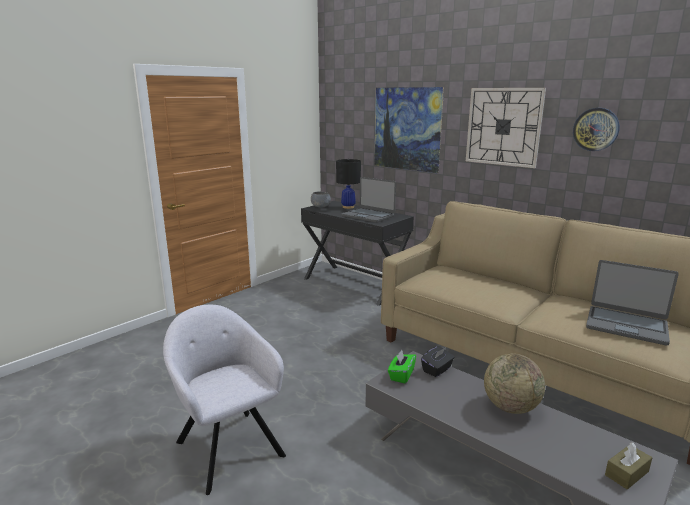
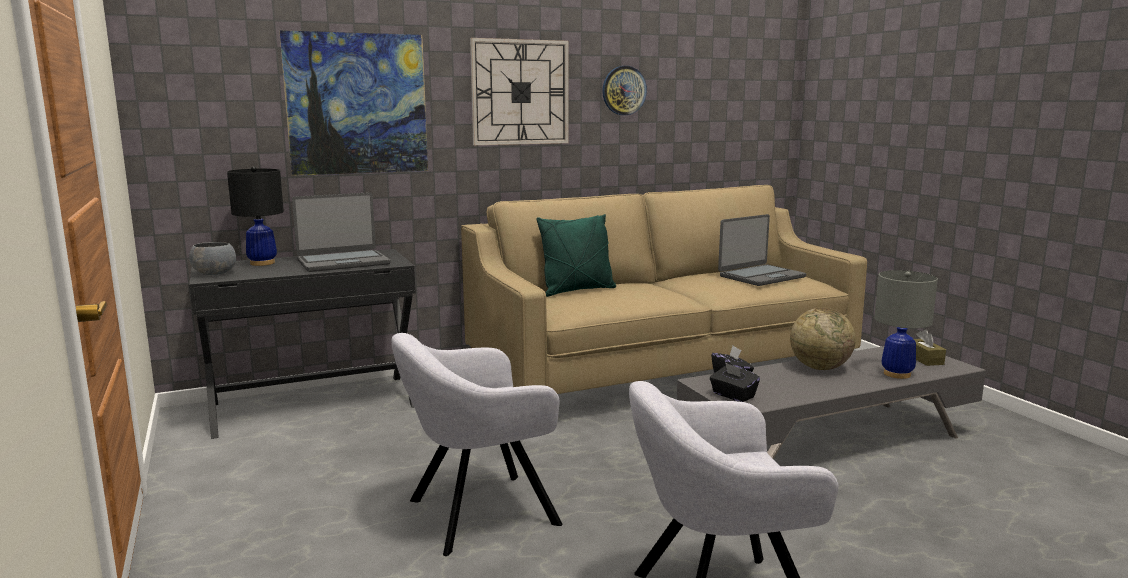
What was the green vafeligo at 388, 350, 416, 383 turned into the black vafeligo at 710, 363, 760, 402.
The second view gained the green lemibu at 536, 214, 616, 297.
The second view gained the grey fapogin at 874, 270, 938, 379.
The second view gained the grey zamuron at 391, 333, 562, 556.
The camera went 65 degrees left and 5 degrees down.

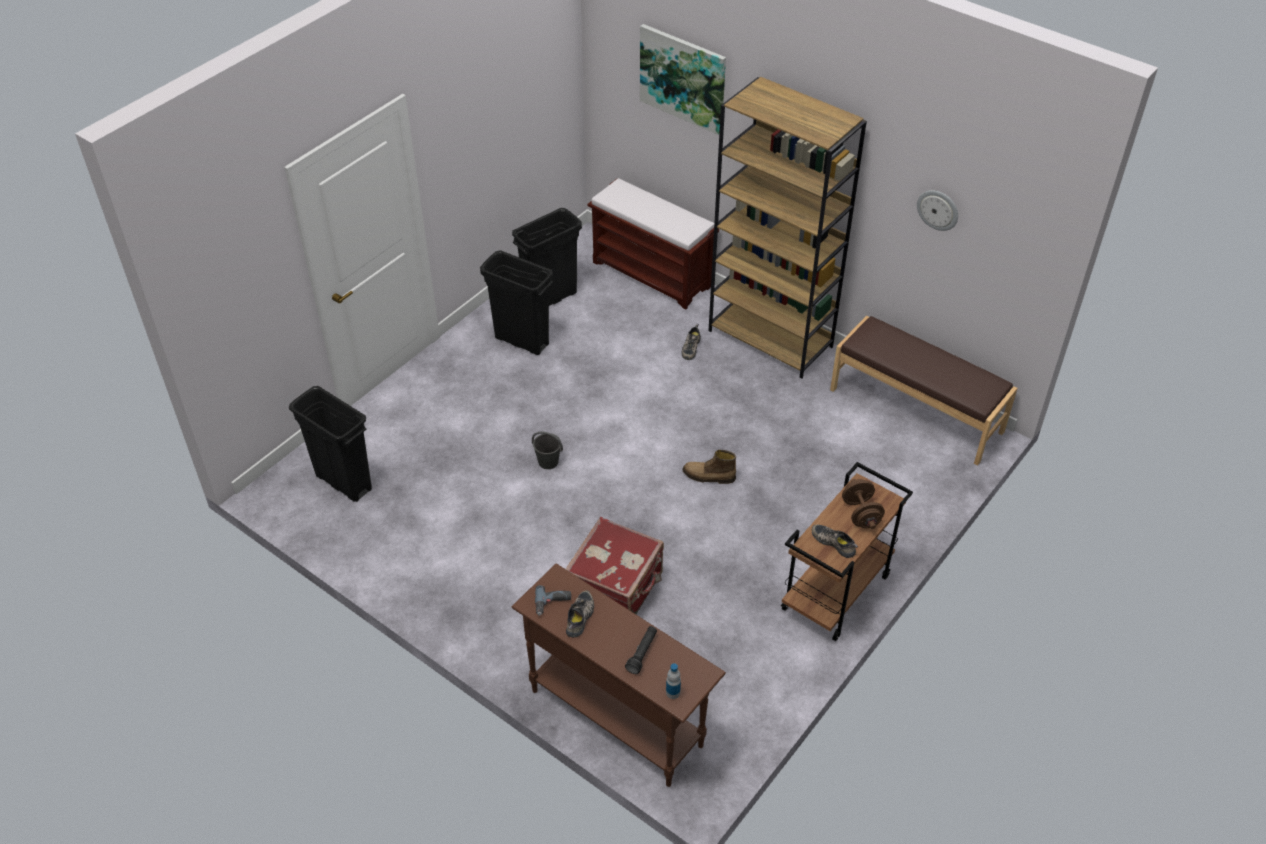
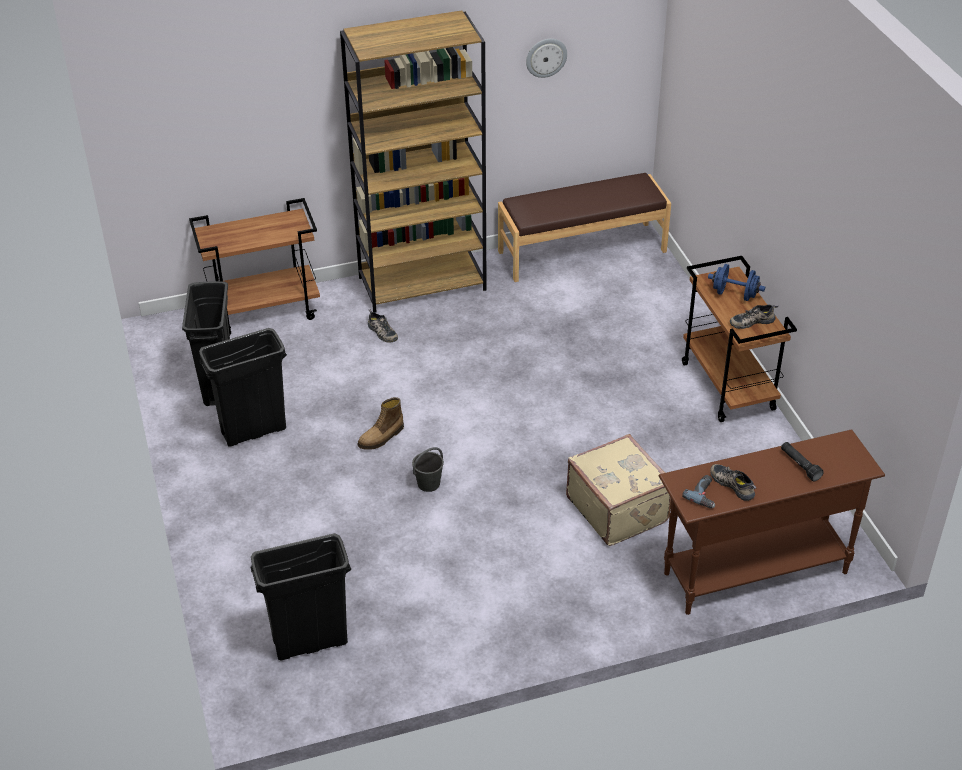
The second view lost the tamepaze at 640, 24, 726, 135.
Where the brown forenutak stood at 587, 178, 719, 310, the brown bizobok came to stand at 189, 198, 320, 335.
The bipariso ended up elsewhere, having gone from 682, 450, 736, 484 to 357, 397, 404, 450.
What was the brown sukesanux at 842, 479, 885, 529 turned into the blue sukesanux at 708, 264, 765, 301.
What was the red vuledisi at 566, 517, 664, 614 turned into the beige vuledisi at 566, 434, 671, 546.
The second view lost the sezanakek at 666, 663, 681, 699.
The camera went 55 degrees left and 5 degrees down.

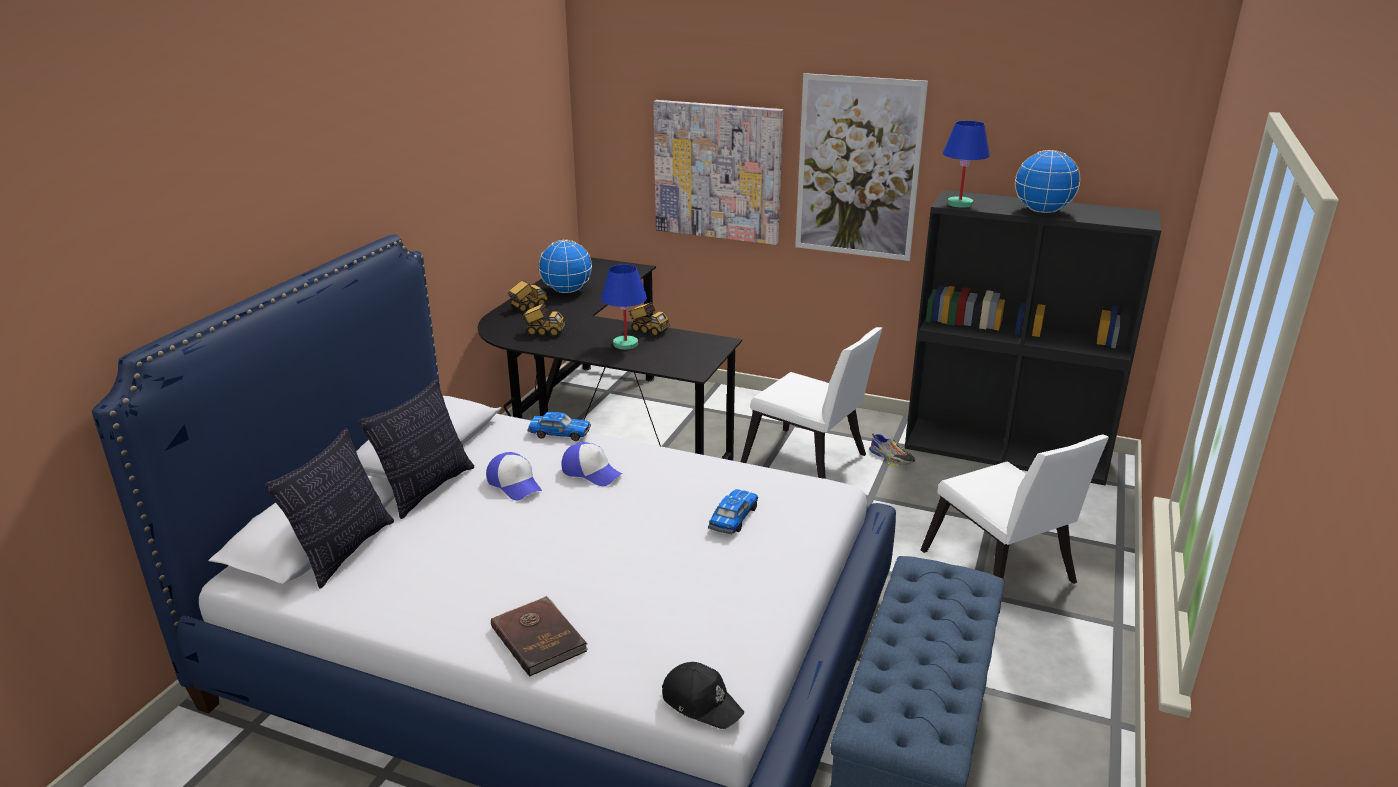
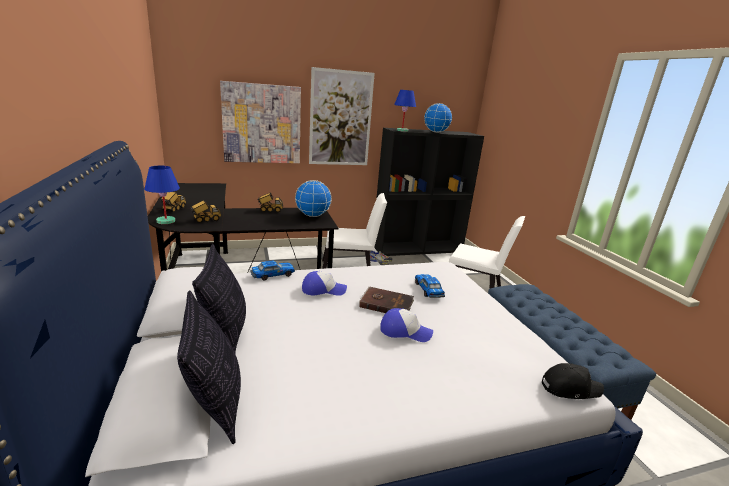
The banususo ended up elsewhere, having gone from 539, 240, 592, 293 to 295, 180, 332, 217.
The blue fapogin ended up elsewhere, having gone from 601, 264, 647, 350 to 144, 166, 180, 224.
The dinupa ended up elsewhere, having gone from 486, 452, 542, 500 to 380, 308, 433, 342.
The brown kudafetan ended up elsewhere, having gone from 491, 596, 588, 677 to 359, 287, 414, 313.
The camera went 40 degrees left and 5 degrees down.

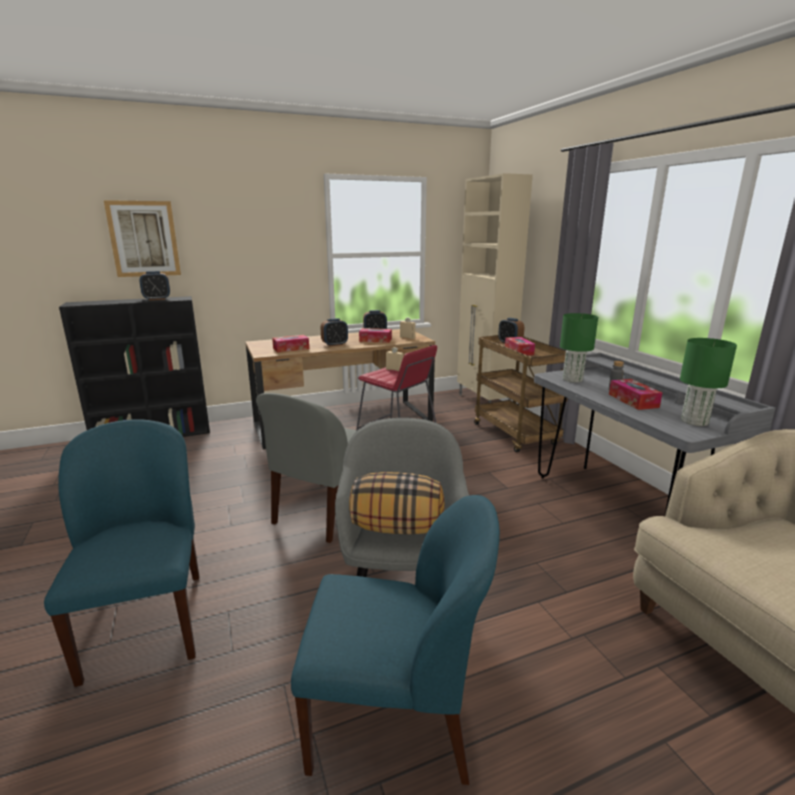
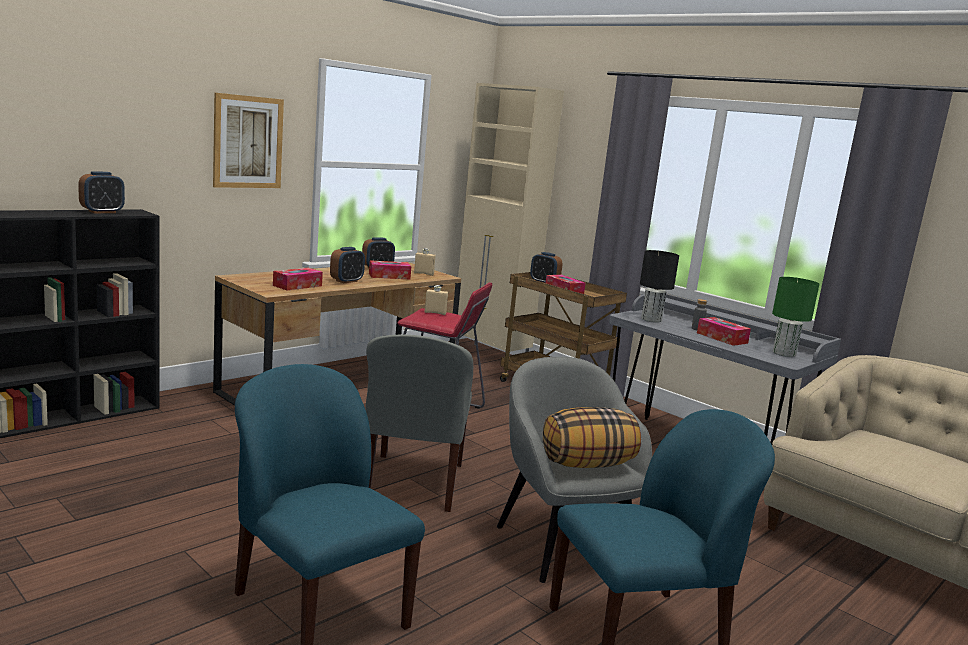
The tamepaze ended up elsewhere, having gone from 104, 200, 181, 277 to 213, 93, 284, 188.
What was the green fapogin at 560, 313, 598, 383 turned into the black fapogin at 640, 250, 679, 323.
The camera went 25 degrees left and 5 degrees down.

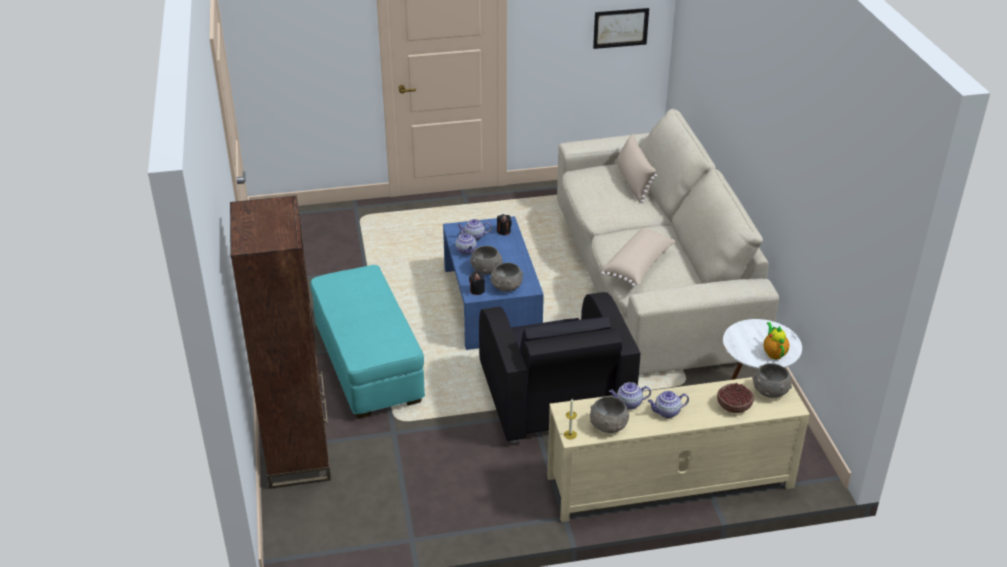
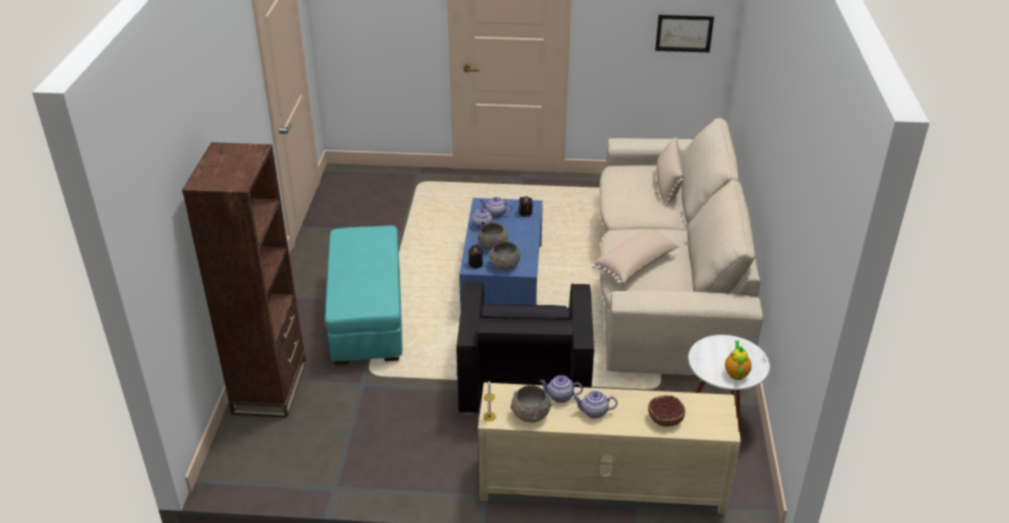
The second view lost the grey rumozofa at 752, 363, 792, 398.
The camera went 15 degrees right and 0 degrees up.

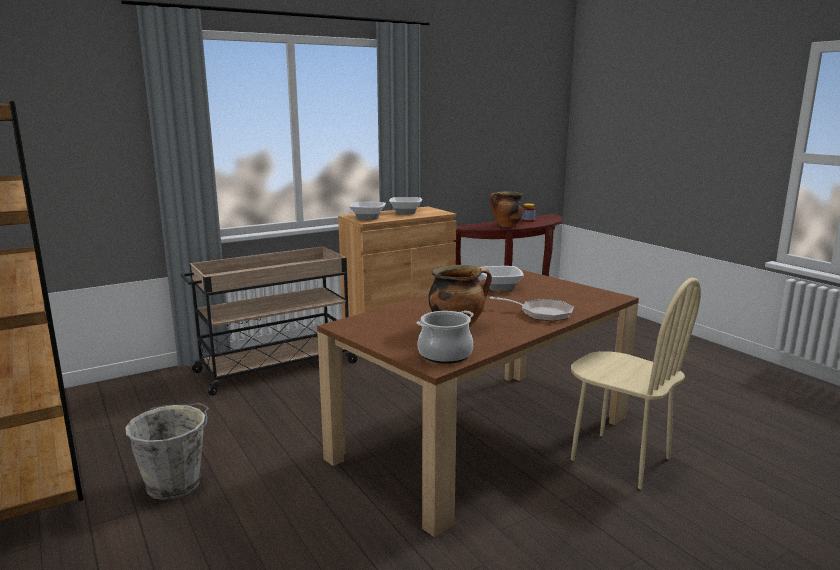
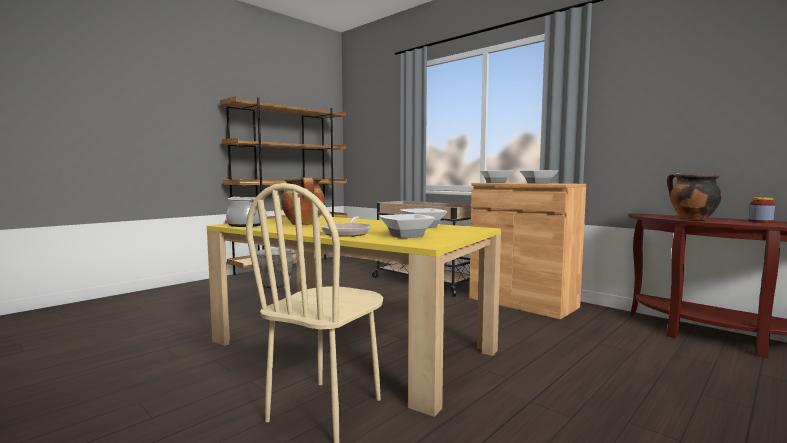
What was the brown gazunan at 317, 270, 639, 537 turned into the yellow gazunan at 207, 216, 501, 417.
The second view gained the rumozofa at 379, 214, 435, 238.
The camera went 75 degrees right and 10 degrees down.

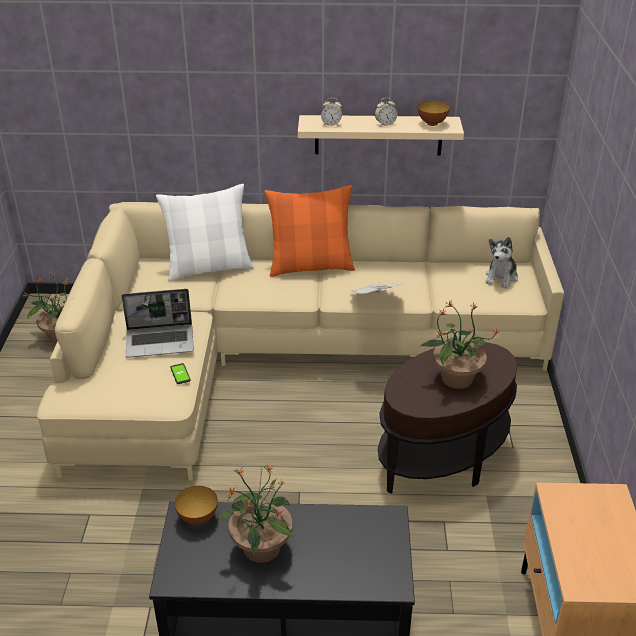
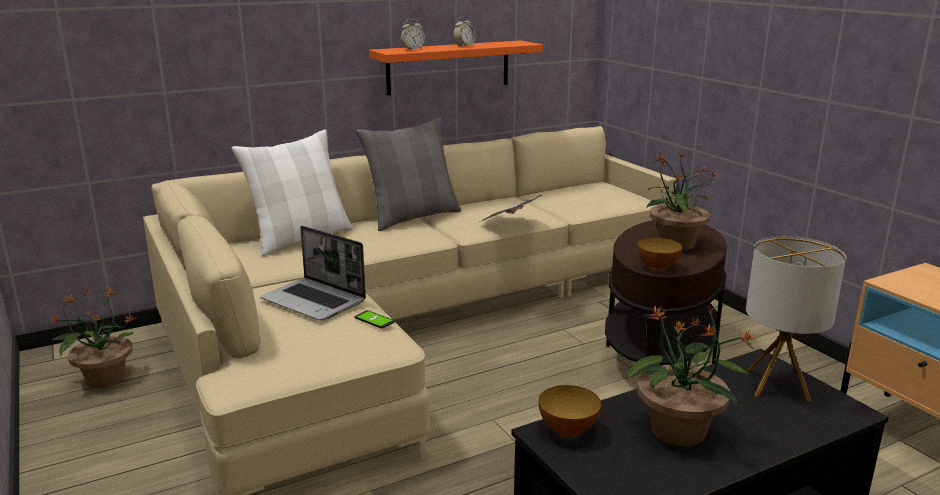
The rumozofa ended up elsewhere, having gone from 418, 101, 450, 126 to 637, 237, 682, 271.
What was the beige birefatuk at 298, 115, 464, 156 turned into the orange birefatuk at 369, 40, 543, 95.
What was the orange lemibu at 264, 185, 355, 277 turned into the grey lemibu at 356, 117, 461, 231.
The second view lost the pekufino at 485, 237, 518, 289.
The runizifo at 121, 289, 194, 358 ended up facing another way, 75 degrees clockwise from before.
The second view gained the fapogin at 746, 236, 846, 402.
The camera went 30 degrees left and 15 degrees down.

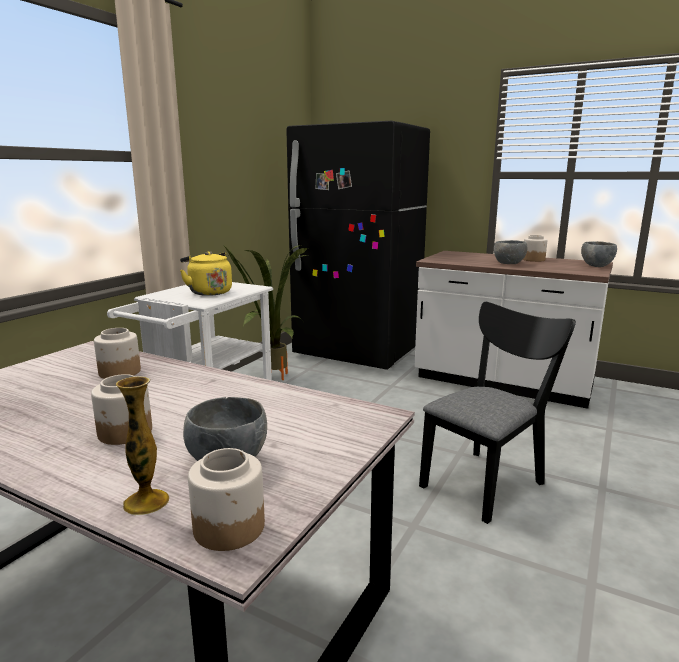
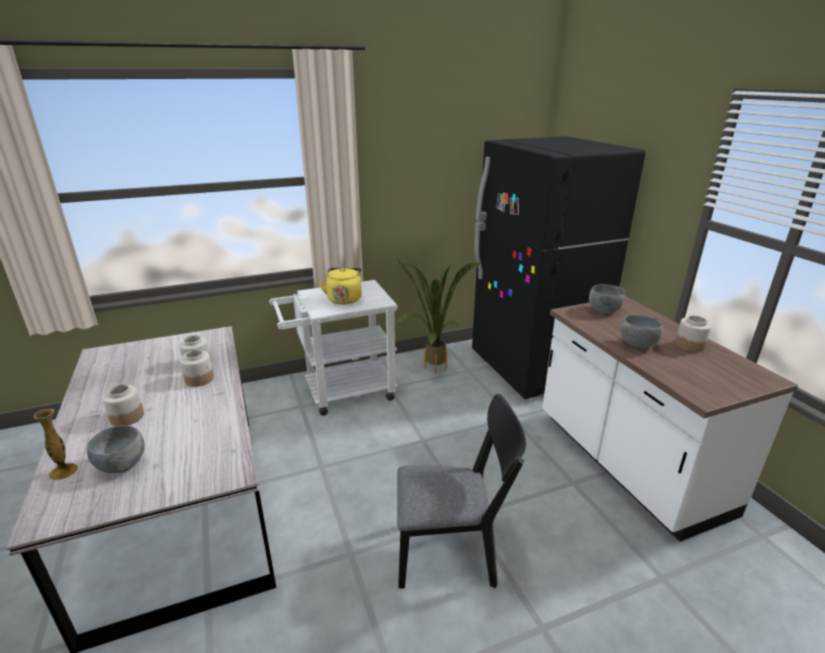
The grey rumozofa ended up elsewhere, having gone from 581, 241, 617, 267 to 589, 284, 625, 314.
The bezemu ended up elsewhere, having gone from 188, 448, 265, 551 to 180, 349, 214, 387.
The camera went 40 degrees right and 10 degrees up.

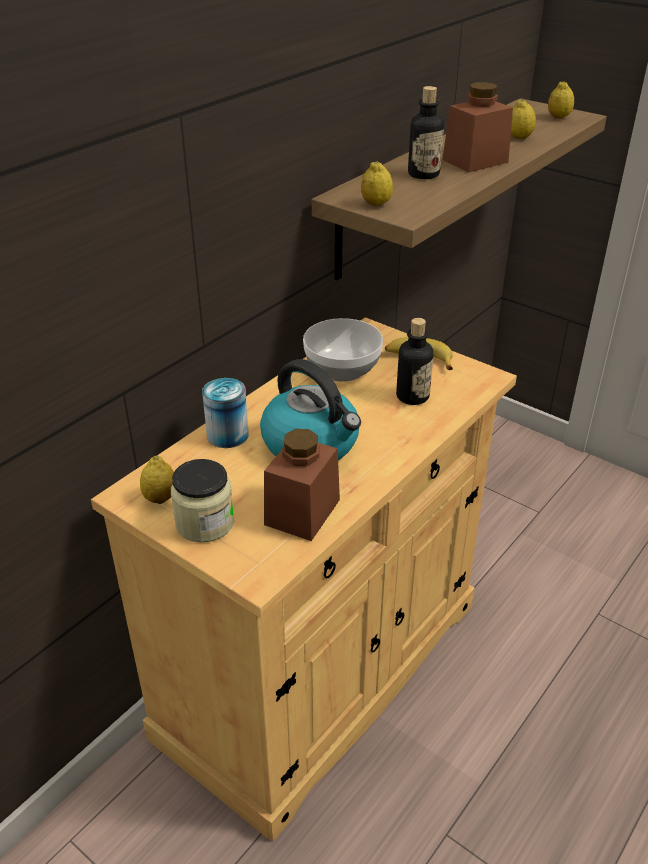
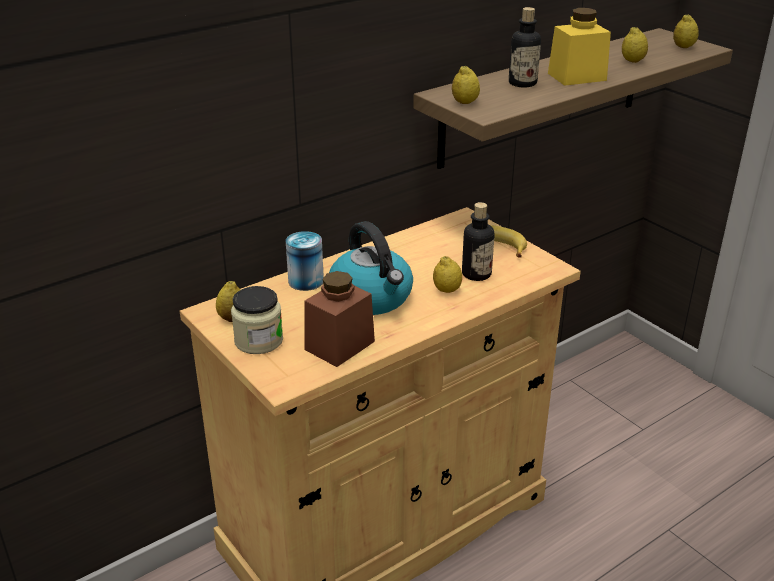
What was the brown bezemu at 442, 82, 513, 172 turned into the yellow bezemu at 548, 8, 611, 86.
The second view lost the rumozofa at 303, 318, 383, 382.
The second view gained the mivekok at 433, 256, 462, 293.
The camera went 15 degrees right and 5 degrees down.

